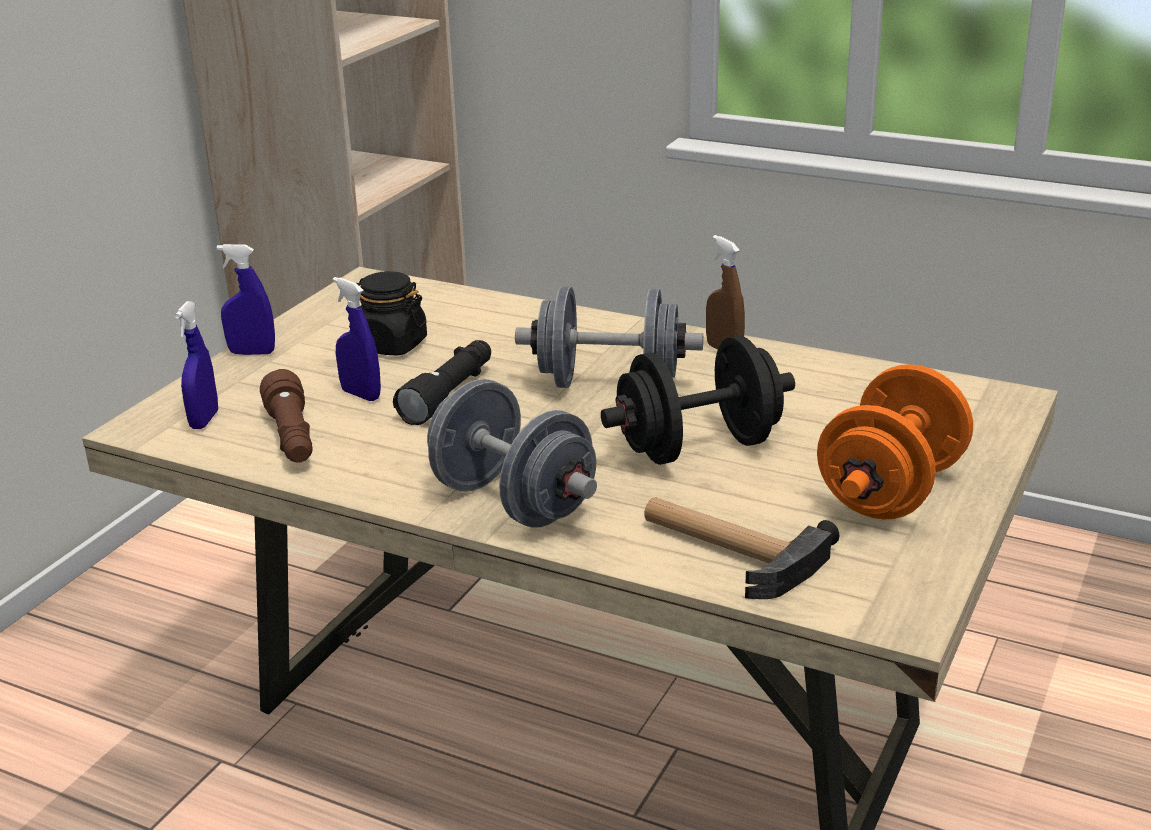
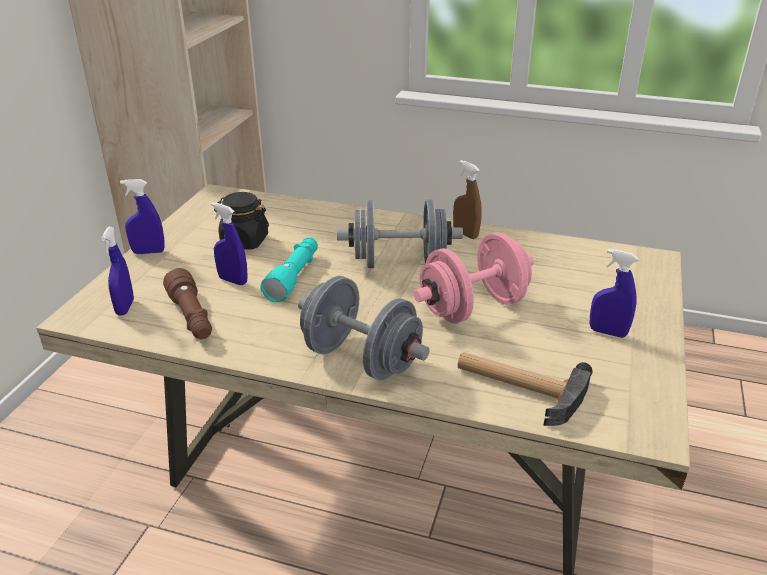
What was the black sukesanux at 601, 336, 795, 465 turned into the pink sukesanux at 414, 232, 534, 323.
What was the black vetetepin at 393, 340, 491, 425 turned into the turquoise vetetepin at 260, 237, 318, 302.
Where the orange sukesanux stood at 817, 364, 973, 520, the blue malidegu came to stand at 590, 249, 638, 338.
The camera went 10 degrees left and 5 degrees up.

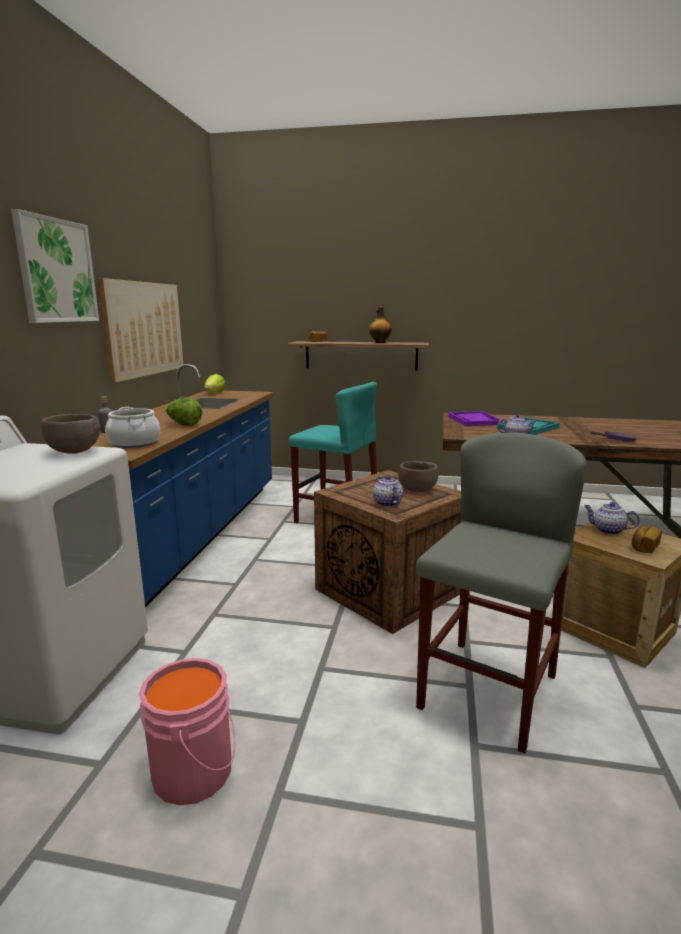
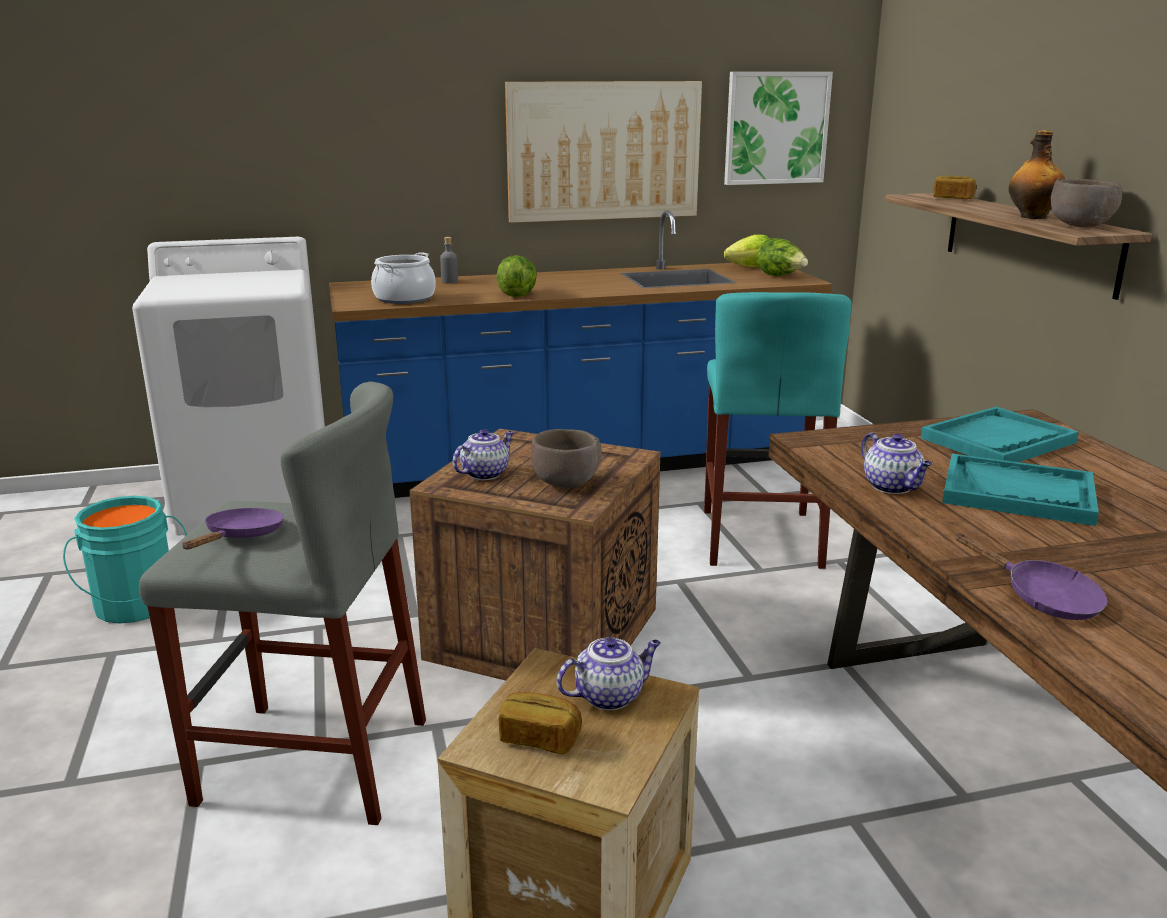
The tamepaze ended up elsewhere, having gone from 11, 209, 99, 323 to 724, 72, 833, 185.
What was the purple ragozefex at 448, 411, 503, 426 turned into the turquoise ragozefex at 921, 407, 1079, 462.
The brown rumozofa ended up elsewhere, having gone from 42, 414, 100, 454 to 1050, 179, 1122, 227.
The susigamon at 584, 502, 640, 535 ended up facing another way, 60 degrees clockwise from before.
What was the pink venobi at 139, 658, 235, 805 turned into the turquoise venobi at 63, 496, 187, 624.
The second view gained the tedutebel at 757, 238, 808, 276.
The second view gained the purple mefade at 182, 508, 284, 550.
The camera went 65 degrees right and 5 degrees up.

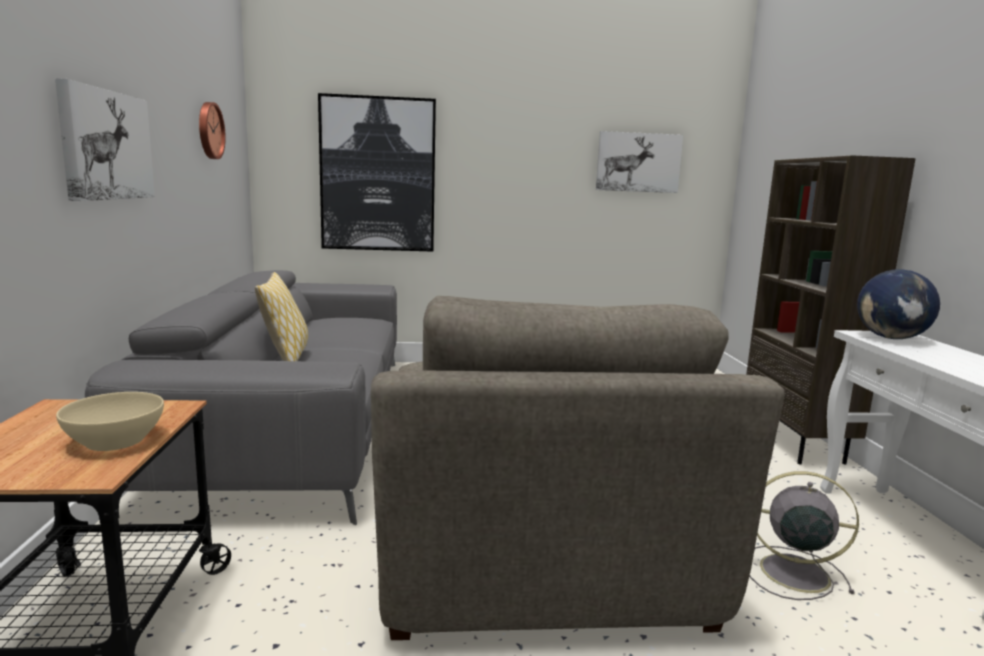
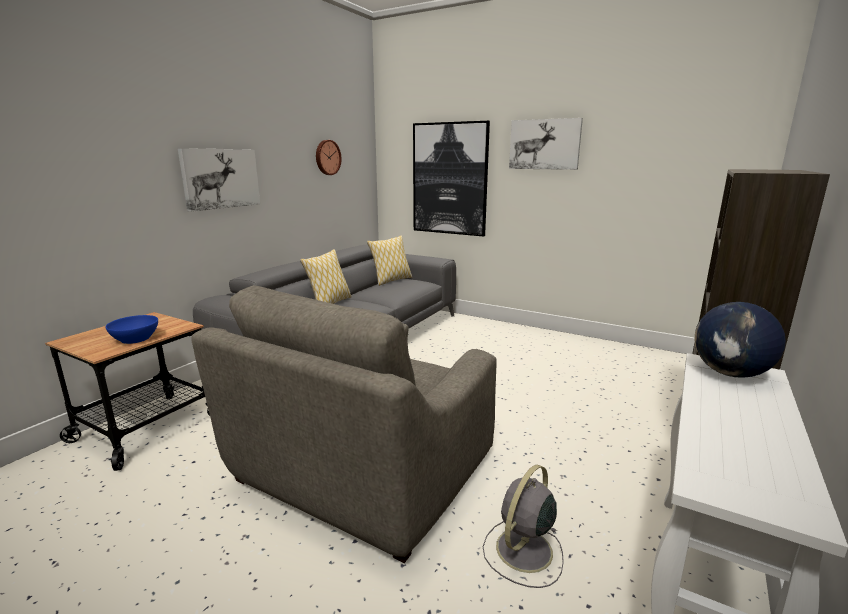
The tamepaze ended up elsewhere, having gone from 596, 131, 683, 193 to 509, 118, 583, 170.
What was the beige rumozofa at 56, 392, 164, 451 turned into the blue rumozofa at 106, 315, 158, 344.
The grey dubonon at 749, 471, 859, 600 ended up facing another way, 105 degrees counterclockwise from before.
The second view gained the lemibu at 367, 235, 412, 286.
The camera went 35 degrees right and 5 degrees up.

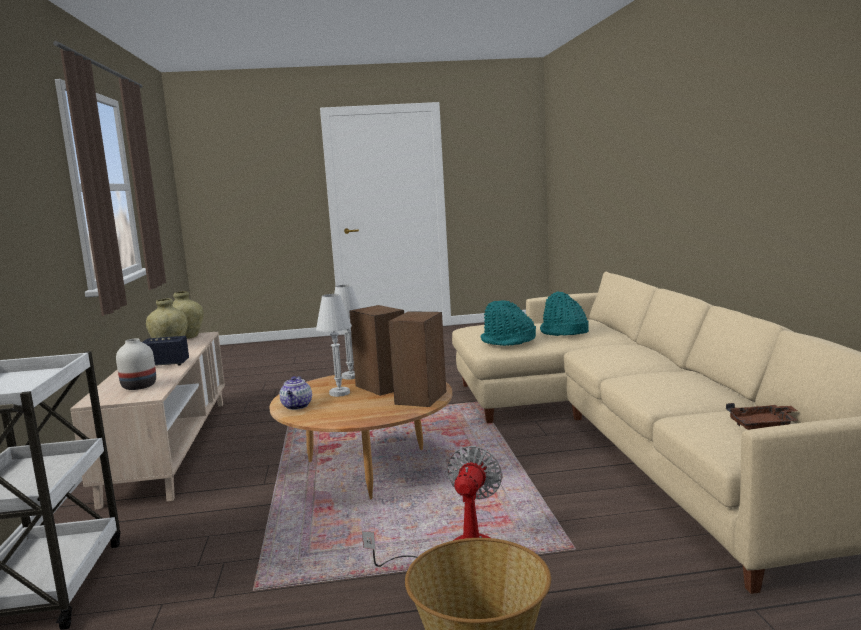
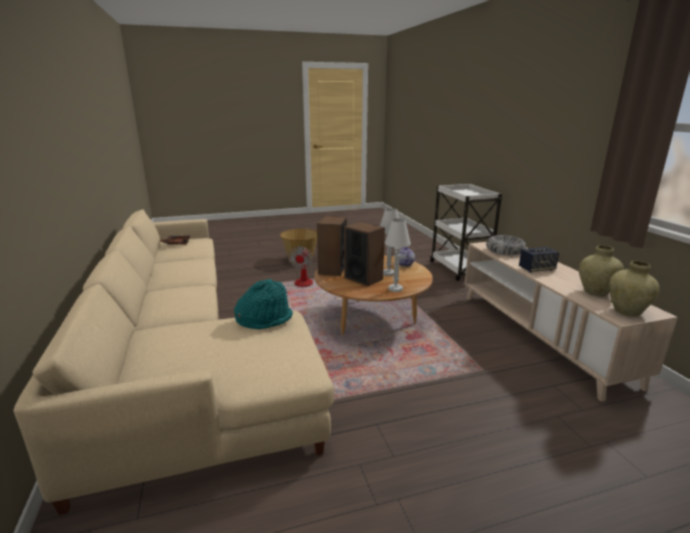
The second view lost the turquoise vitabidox at 540, 291, 589, 336.
Where the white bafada stood at 116, 338, 156, 390, the rumozofa came to stand at 486, 235, 526, 256.
The camera went 170 degrees right and 10 degrees up.

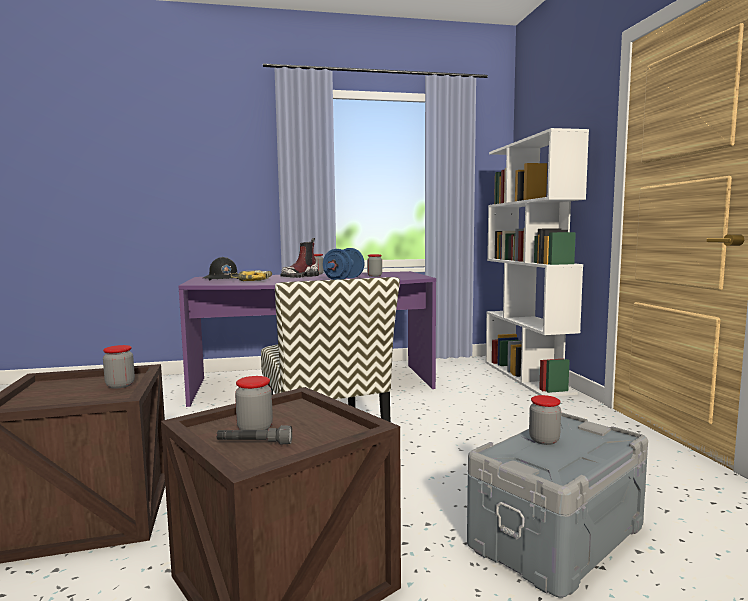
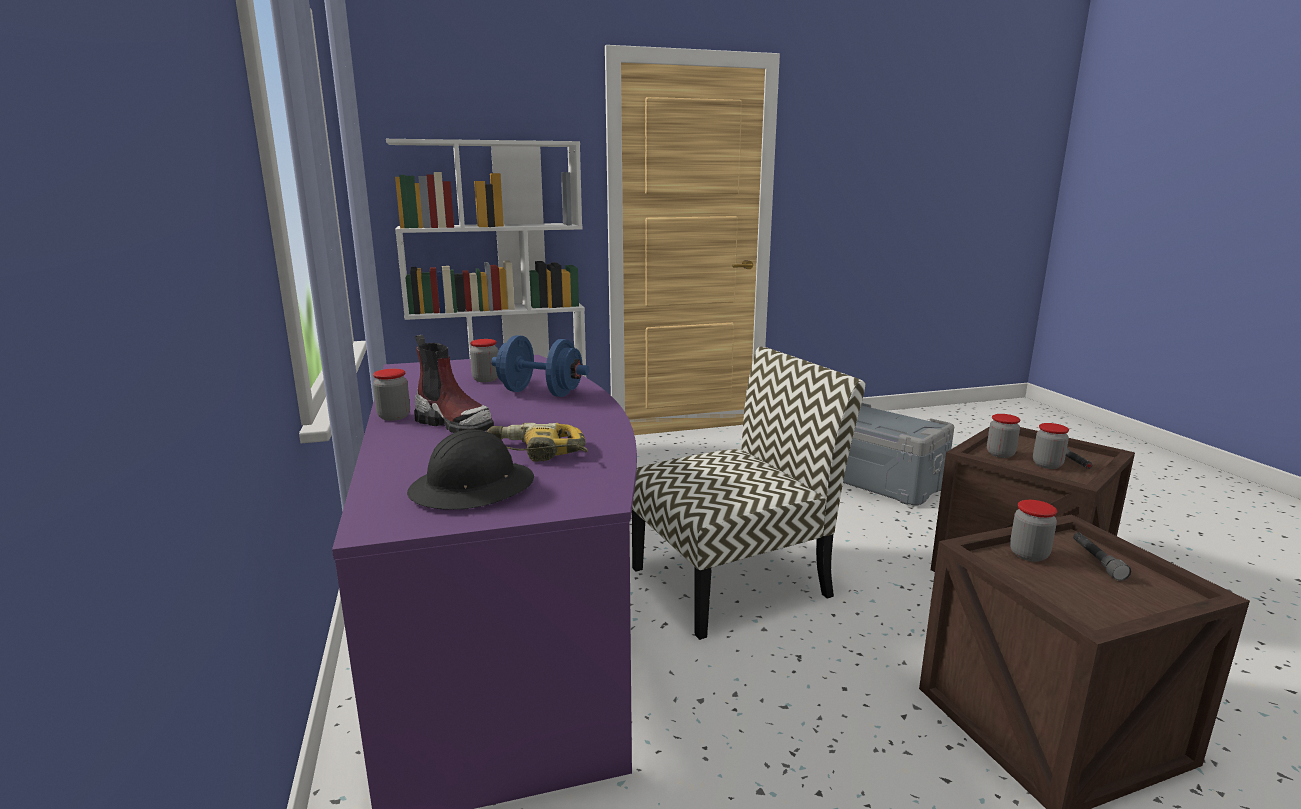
The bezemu ended up elsewhere, having gone from 529, 395, 561, 445 to 987, 414, 1020, 458.
The second view gained the grey vetetepin at 1073, 532, 1131, 581.
The camera went 95 degrees left and 10 degrees up.

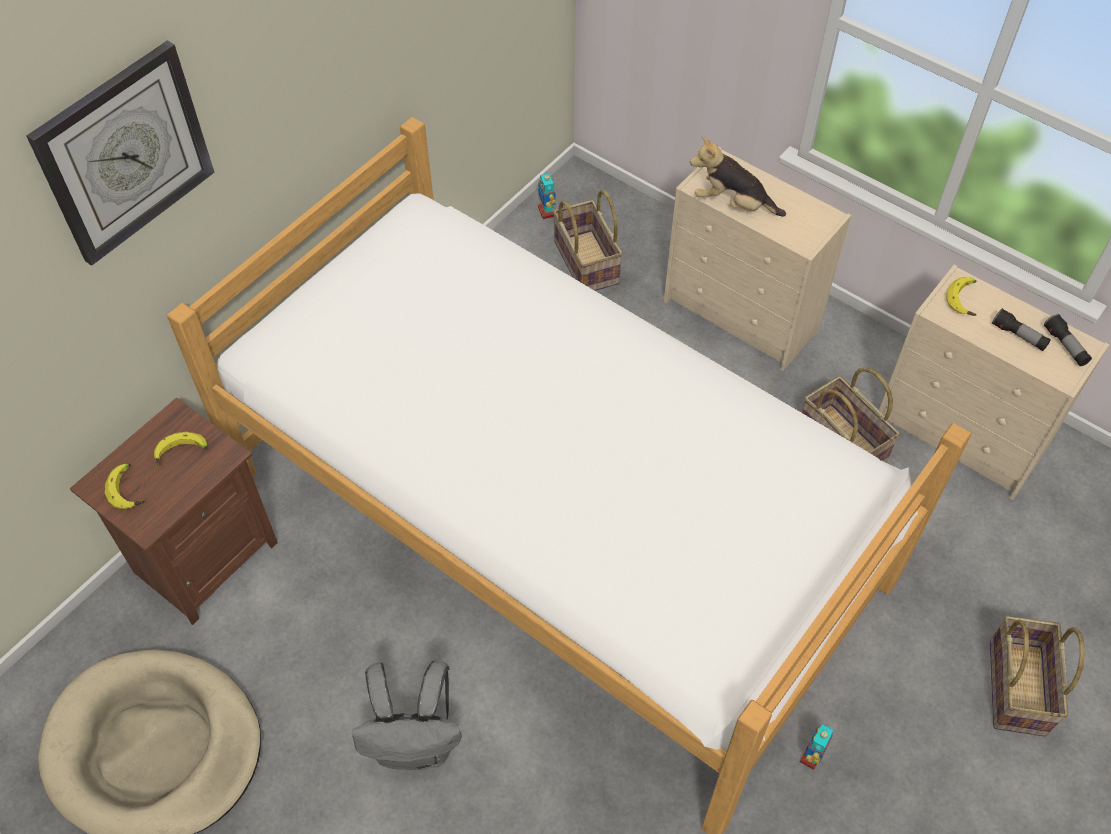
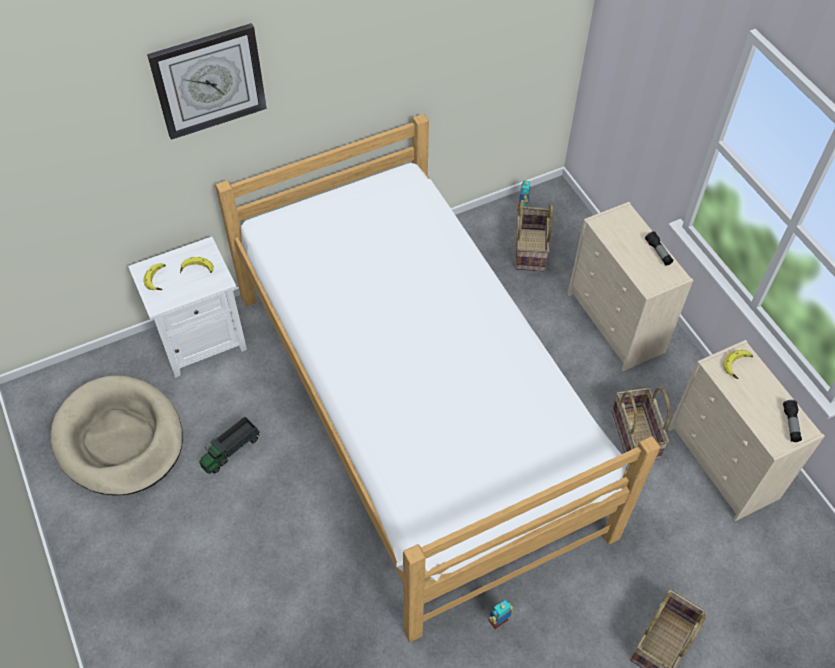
The second view lost the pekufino at 690, 136, 786, 217.
The vetetepin ended up elsewhere, having gone from 992, 308, 1051, 351 to 645, 231, 673, 266.
What was the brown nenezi at 70, 397, 278, 625 turned into the white nenezi at 128, 237, 247, 378.
The second view lost the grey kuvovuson at 352, 661, 461, 770.
The second view gained the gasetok at 199, 417, 260, 474.
The camera went 25 degrees right and 0 degrees up.

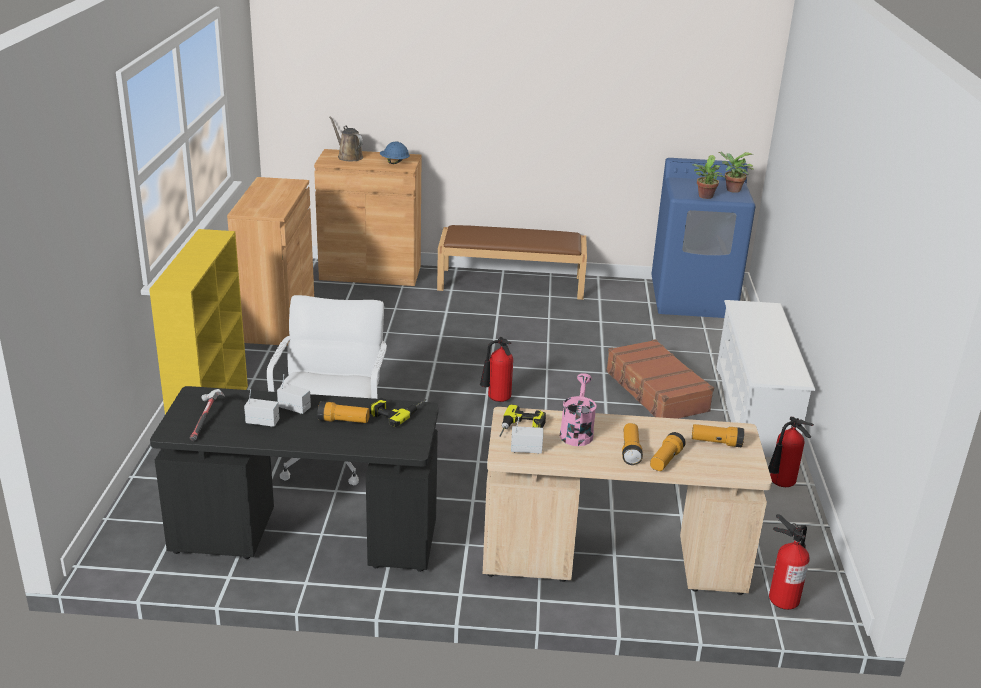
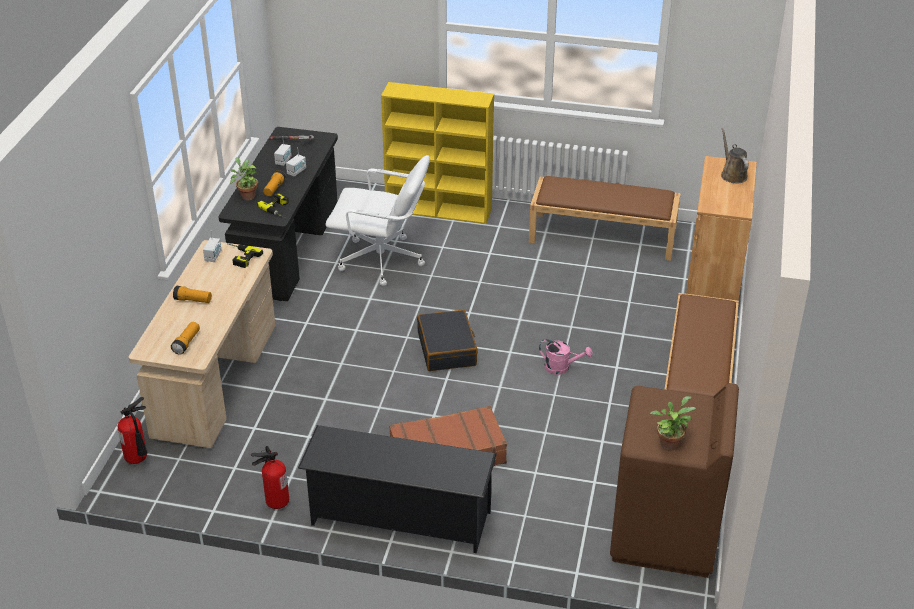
The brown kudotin at 329, 116, 363, 161 ended up facing another way, 75 degrees counterclockwise from before.
The second view lost the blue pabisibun at 380, 141, 410, 164.
The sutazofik ended up elsewhere, having gone from 692, 155, 726, 199 to 230, 157, 258, 201.
What was the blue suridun at 651, 158, 756, 318 turned into the brown suridun at 610, 383, 739, 578.
Where the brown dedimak stood at 227, 177, 314, 346, the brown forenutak came to stand at 529, 176, 681, 261.
What was the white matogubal at 716, 300, 816, 457 turned into the black matogubal at 298, 425, 497, 553.
Where the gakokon stood at 480, 337, 513, 402, the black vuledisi came to stand at 417, 309, 478, 371.
The pink kudotin ended up elsewhere, having gone from 560, 373, 597, 446 to 539, 339, 592, 375.
The second view lost the vetetepin at 650, 432, 686, 471.
The camera went 100 degrees right and 10 degrees up.

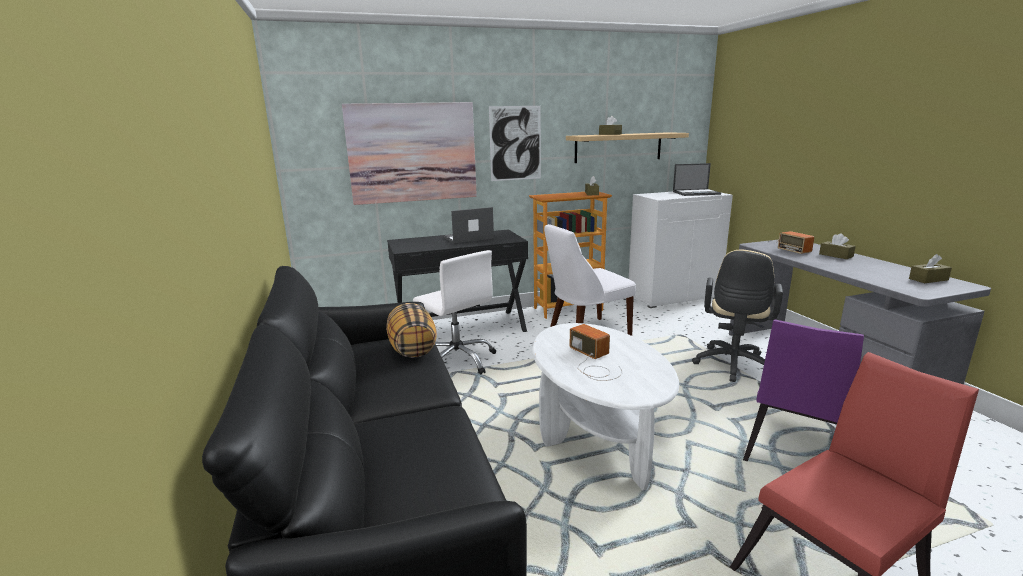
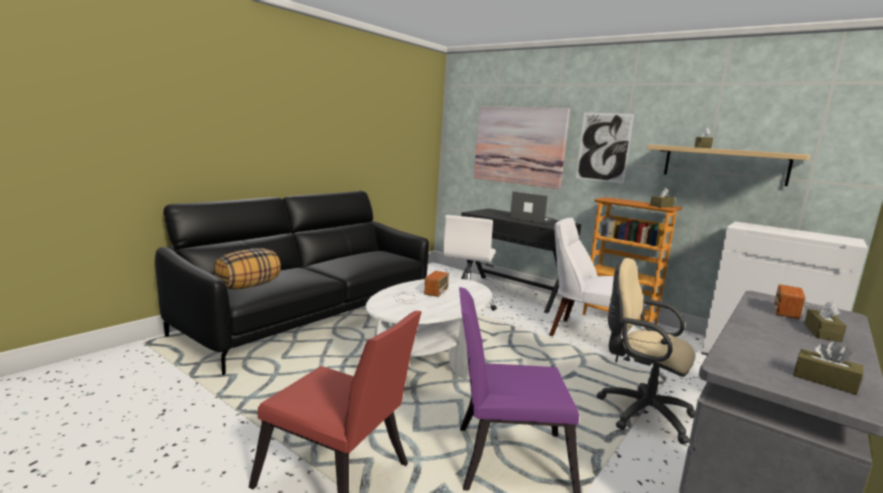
The second view lost the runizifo at 673, 163, 721, 196.
The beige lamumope at 692, 250, 783, 382 ended up facing another way, 45 degrees clockwise from before.
The lemibu ended up elsewhere, having gone from 386, 303, 437, 358 to 214, 248, 281, 290.
The camera went 55 degrees right and 5 degrees down.

